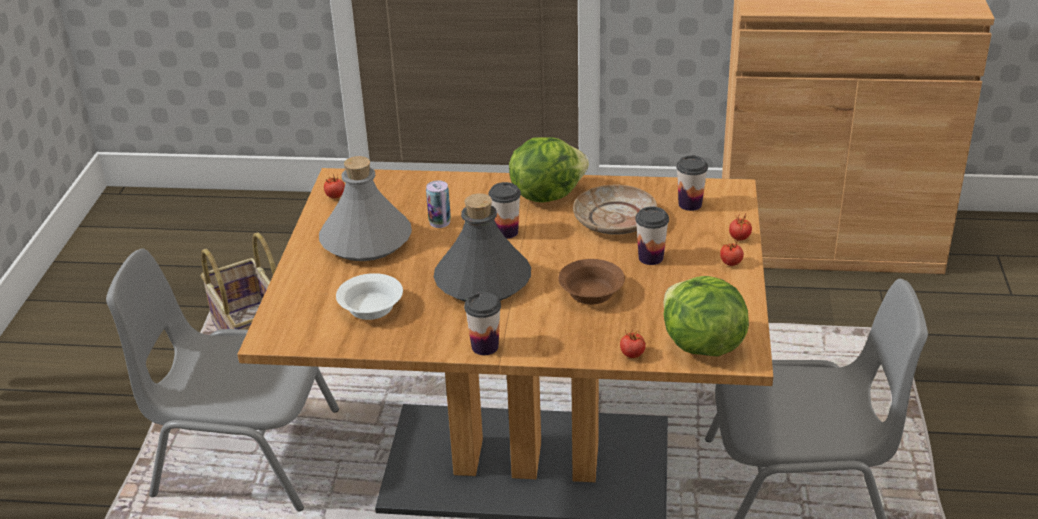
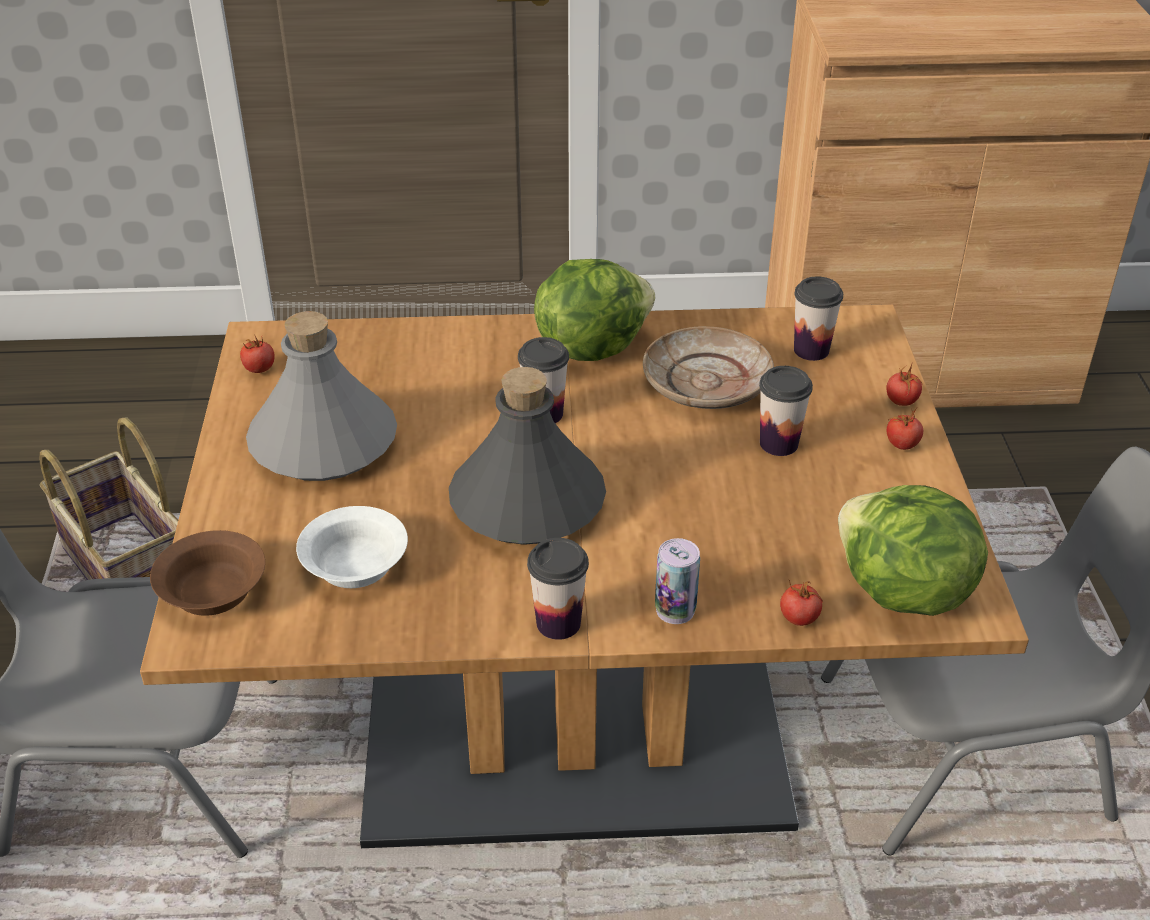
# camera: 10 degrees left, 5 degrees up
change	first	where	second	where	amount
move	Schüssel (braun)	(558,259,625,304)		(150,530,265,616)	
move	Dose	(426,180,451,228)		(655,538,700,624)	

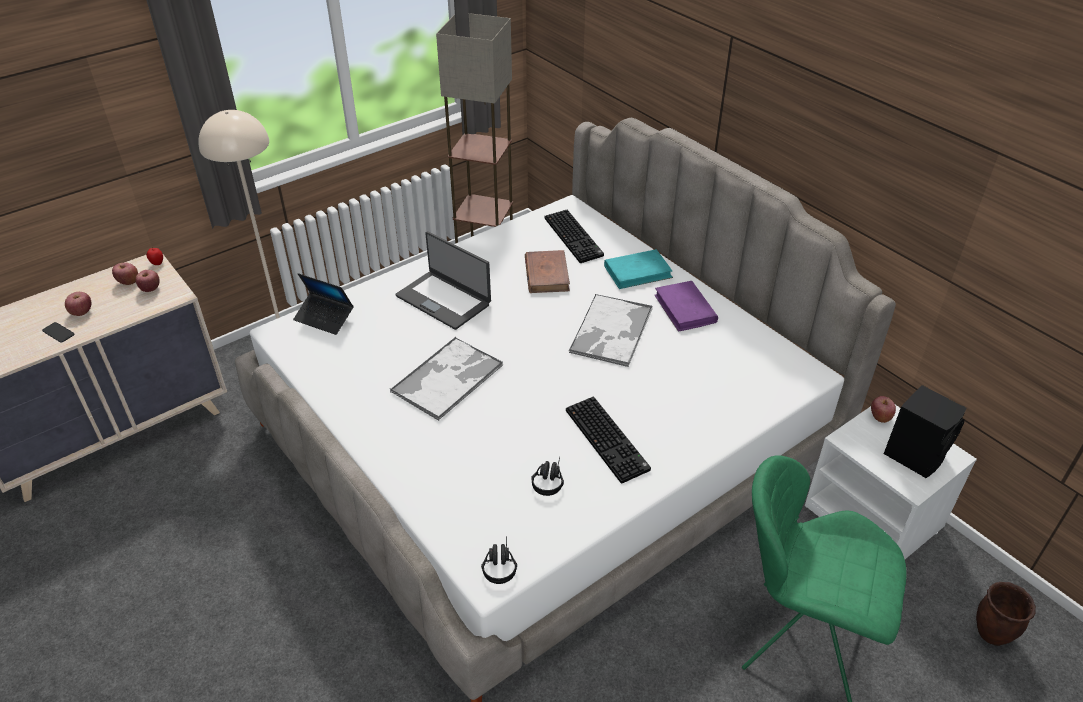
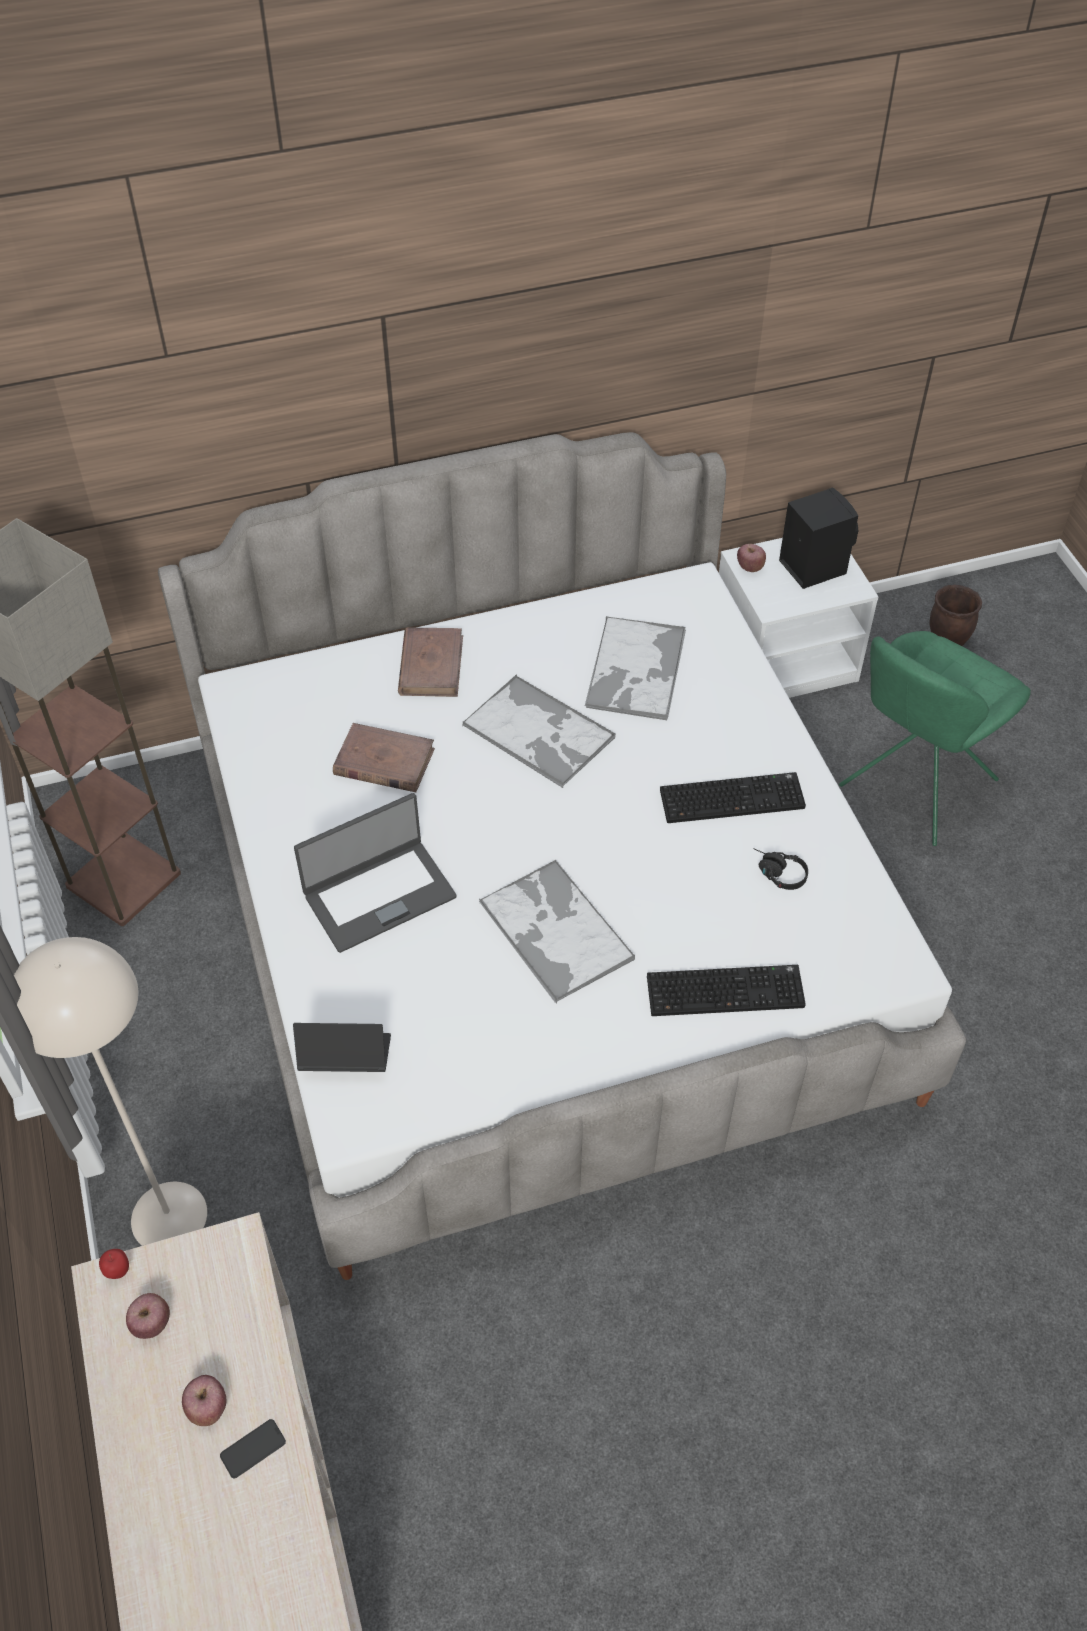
# camera: 70 degrees left, 10 degrees up
change	first	where	second	where	amount
rotate	Laptop	(293,273,354,335)		(293,1023,391,1072)	135 degrees counterclockwise
recolor	Buch (türkis)	(604,249,673,289)	Buch (braun)	(398,628,463,697)	
insert			Tablett	(585,617,686,720)	
move	Tastatur	(544,210,604,263)		(647,965,806,1016)	
delete	Apfel	(136,270,160,292)			
delete	Kopfhörer (schwarz)	(481,536,517,584)			
delete	Buch (lila)	(655,281,718,332)			

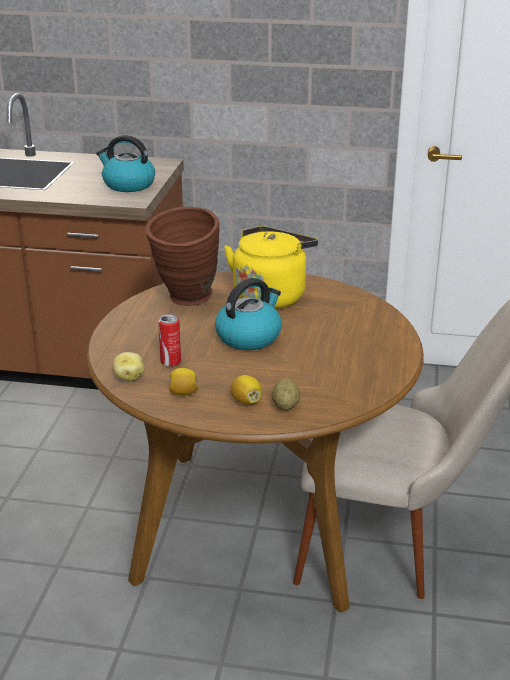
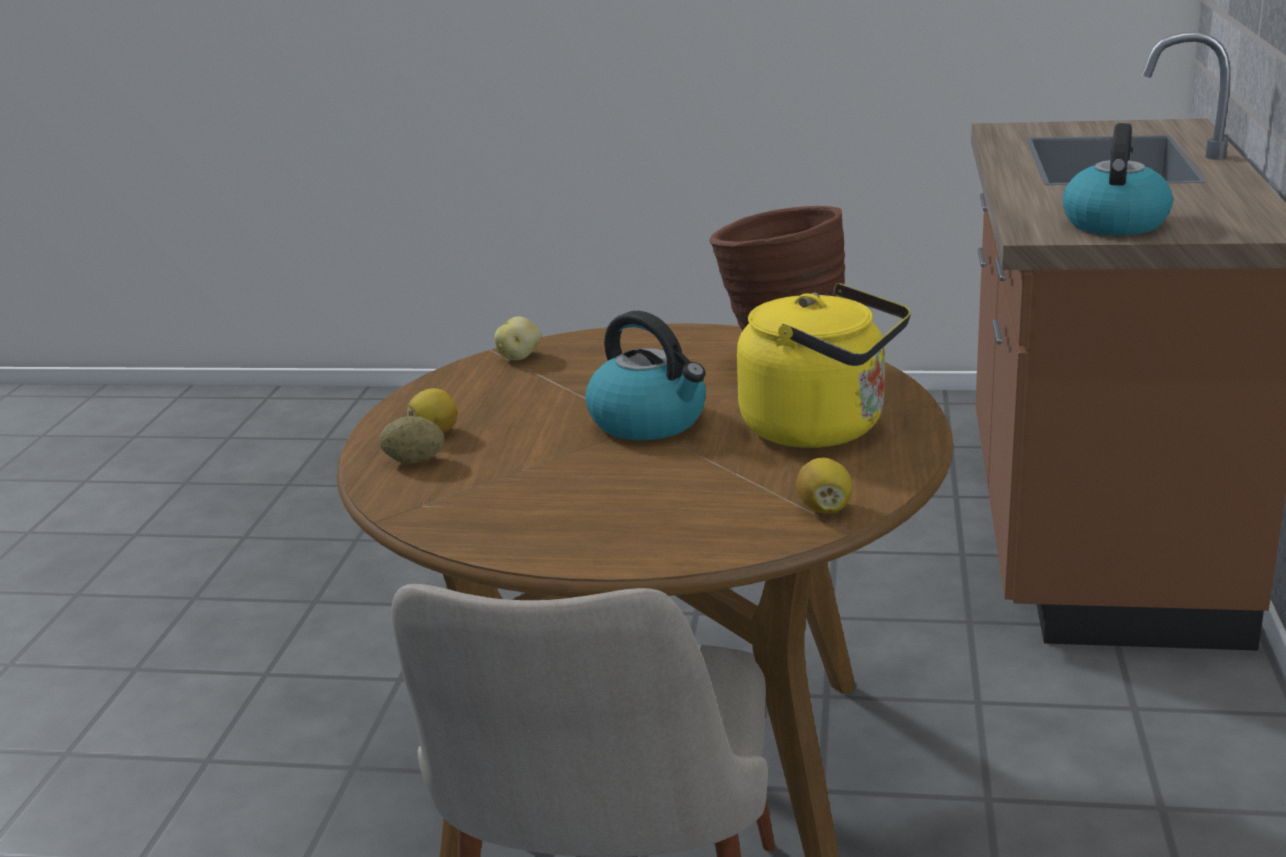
# camera: 90 degrees right, 5 degrees down
change	first	where	second	where	amount
move	Zitrone	(169,368,199,396)		(796,458,853,514)	
delete	Dose	(158,314,181,366)			

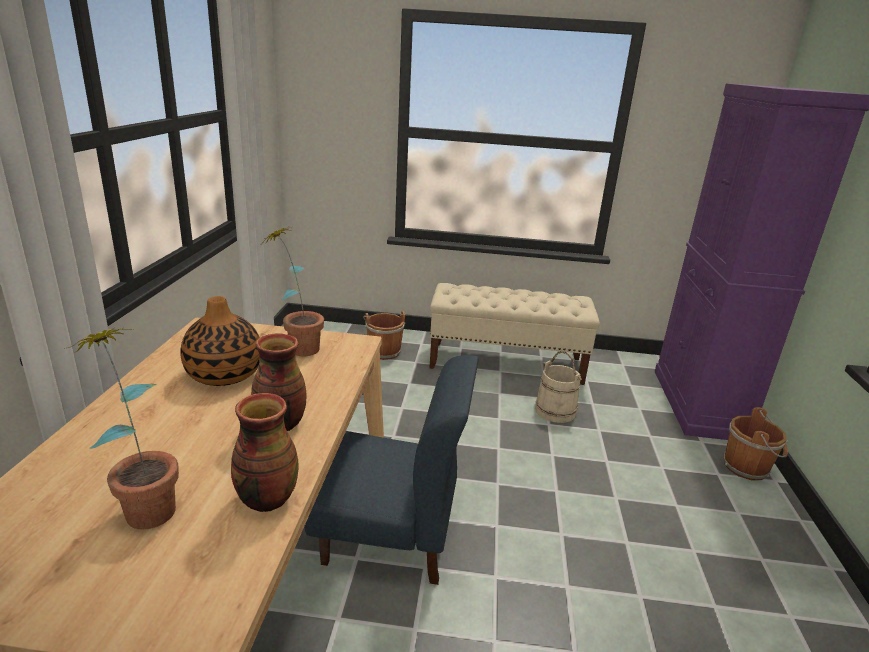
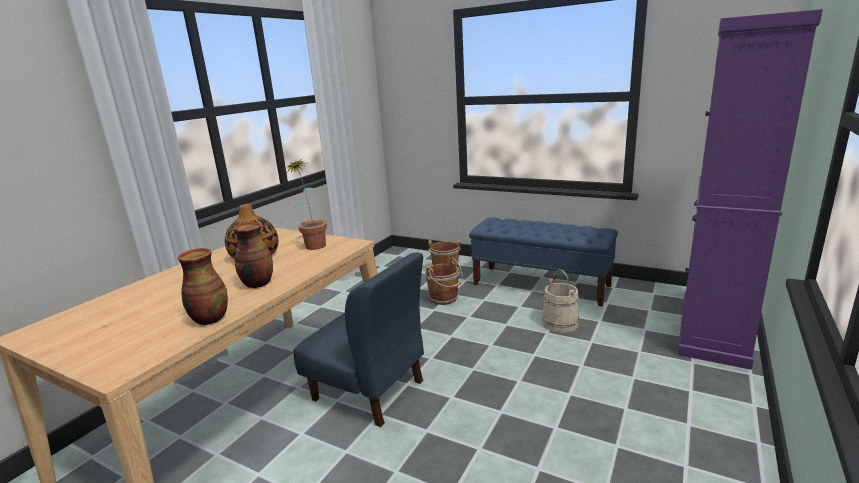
# camera: 25 degrees right, 5 degrees down
change	first	where	second	where	amount
move	Eimer (braun)	(723,407,788,480)		(425,258,463,305)	
recolor	Bank (beige)	(429,283,600,385)	Bank (blau)	(469,217,618,307)	
delete	Topfpflanze	(64,328,179,530)			

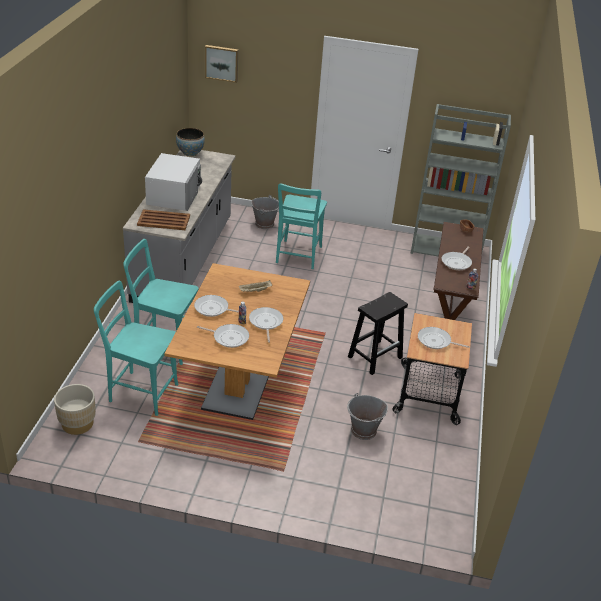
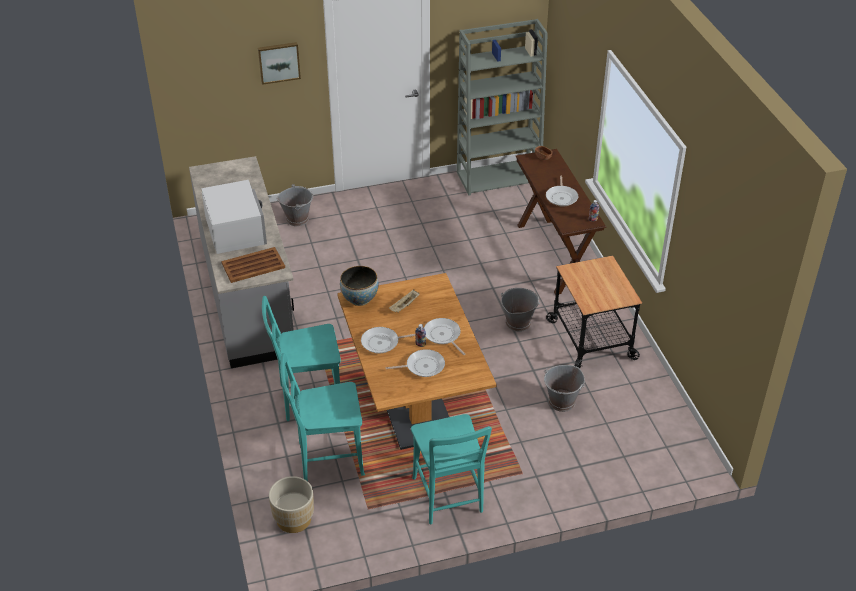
# camera: 25 degrees left, 5 degrees up
change	first	where	second	where	amount
move	Bild	(205,45,238,83)		(258,42,301,85)	
move	Schüssel	(176,128,205,157)		(340,266,379,306)	
move	Stuhl (türkis)	(276,183,327,269)		(411,414,492,524)	
replace	Hocker (schwarz)	(348,292,408,375)	Eimer (grau)	(501,288,540,332)	
delete	Pfanne	(418,327,470,349)			

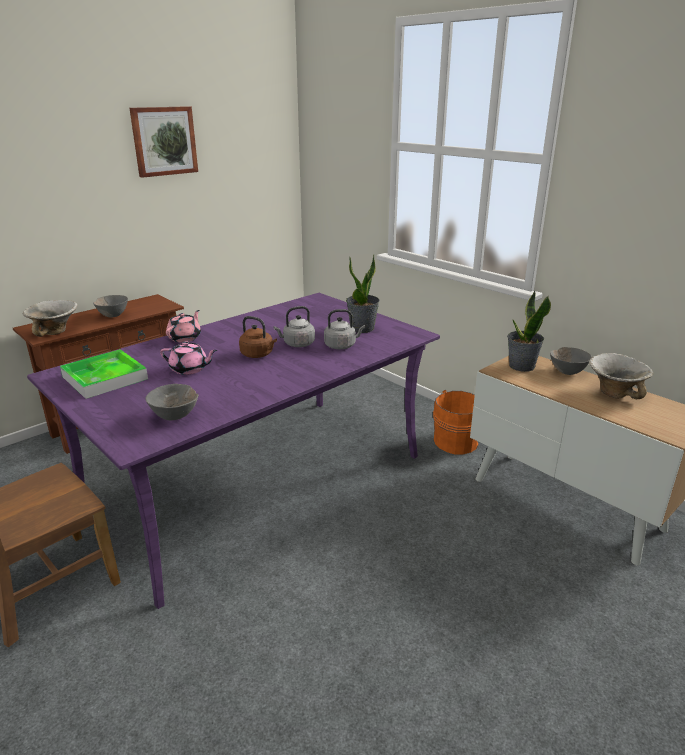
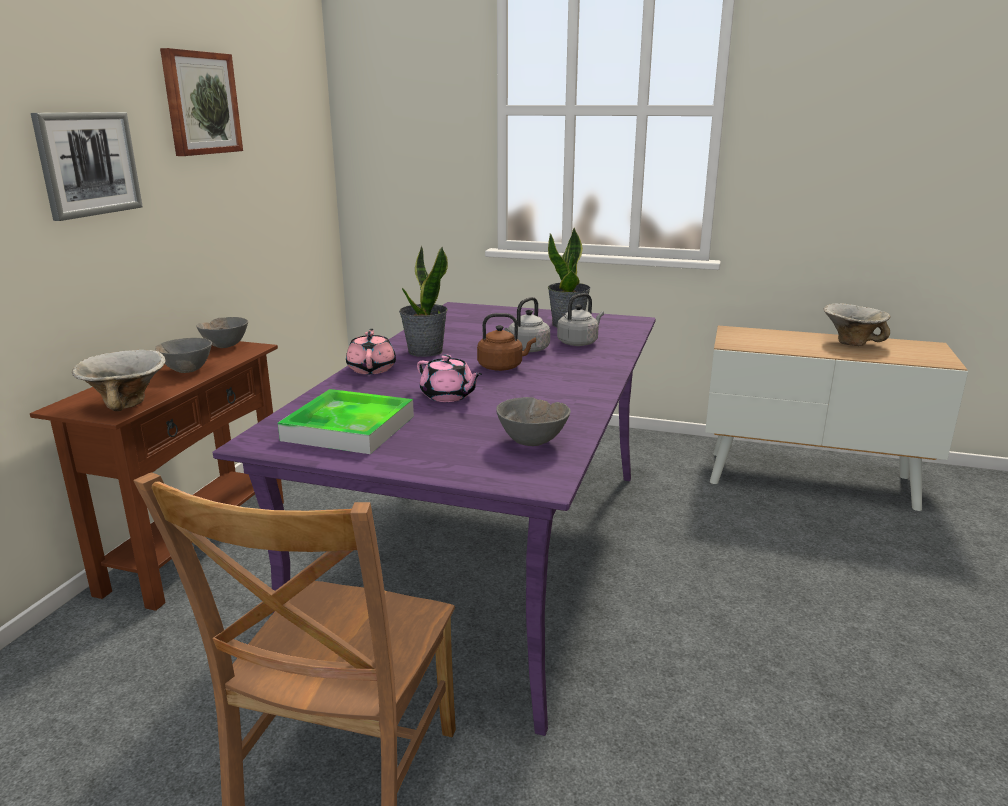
# camera: 30 degrees left, 5 degrees down
change	first	where	second	where	amount
insert			Bild	(31,112,143,221)	
move	Schüssel (grau)	(550,347,592,375)		(197,317,248,348)	
move	Topfpflanze	(507,290,551,372)		(399,246,448,357)	
rotate	Teekanne (rosa)	(160,341,217,375)		(417,355,482,402)	60 degrees clockwise
delete	Eimer (orange)	(433,390,479,455)			

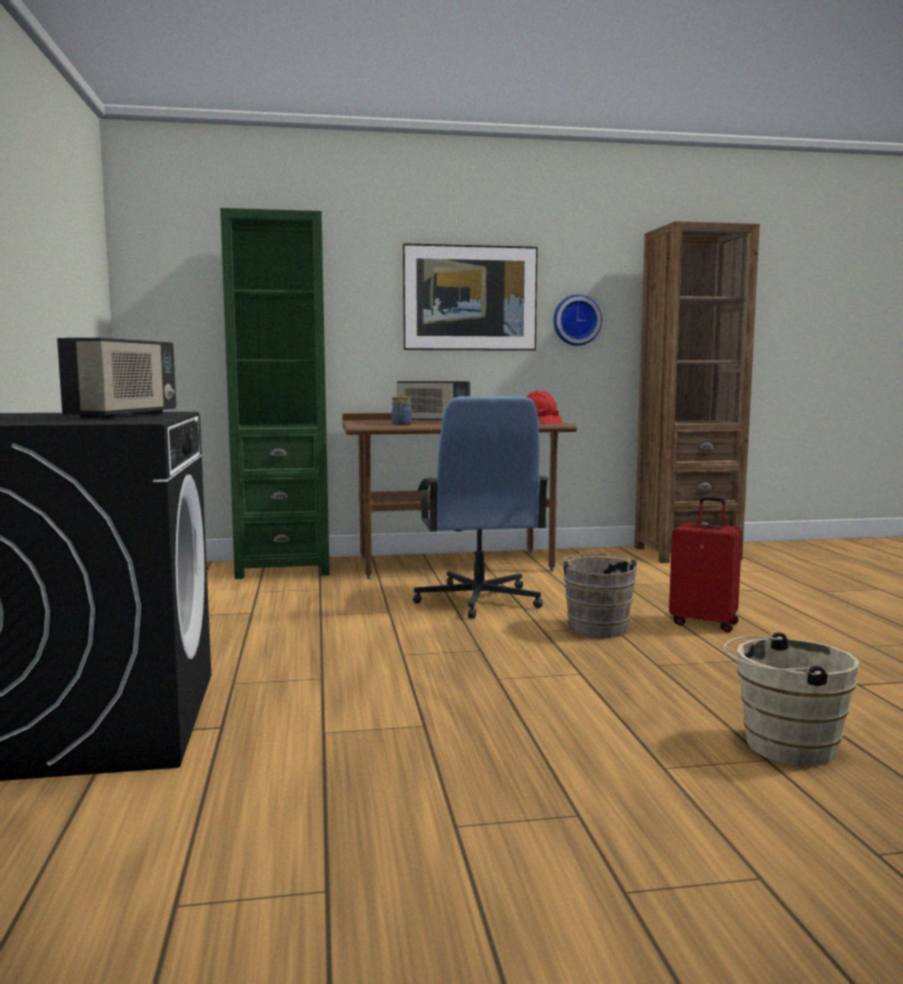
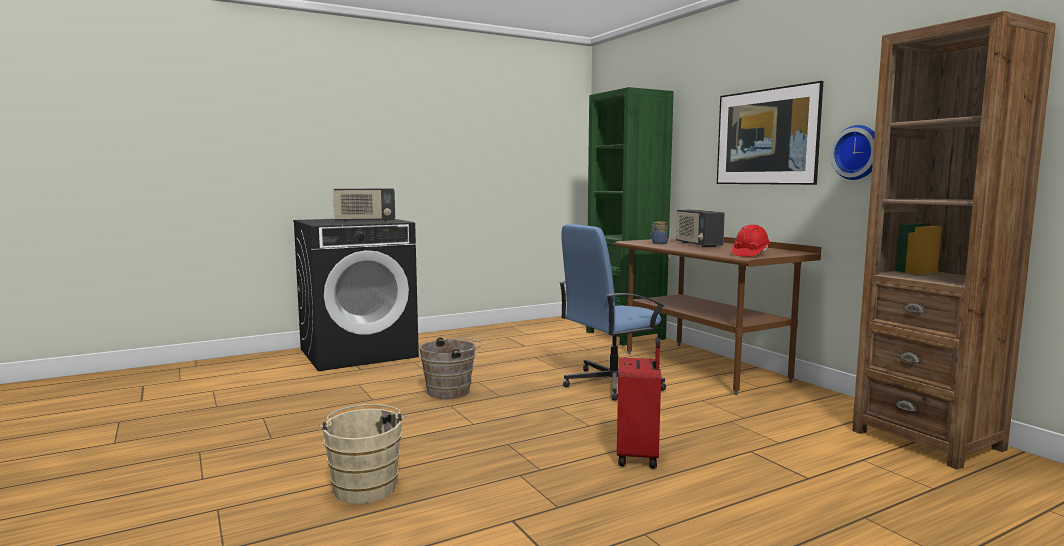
# camera: 70 degrees right, 0 degrees up
change	first	where	second	where	amount
move	Eimer (braun)	(560,553,639,638)		(419,337,482,399)	

